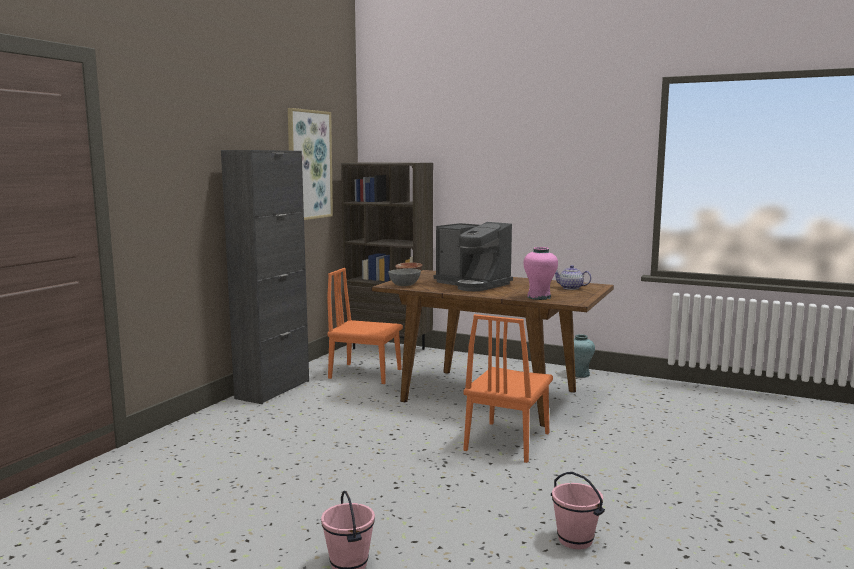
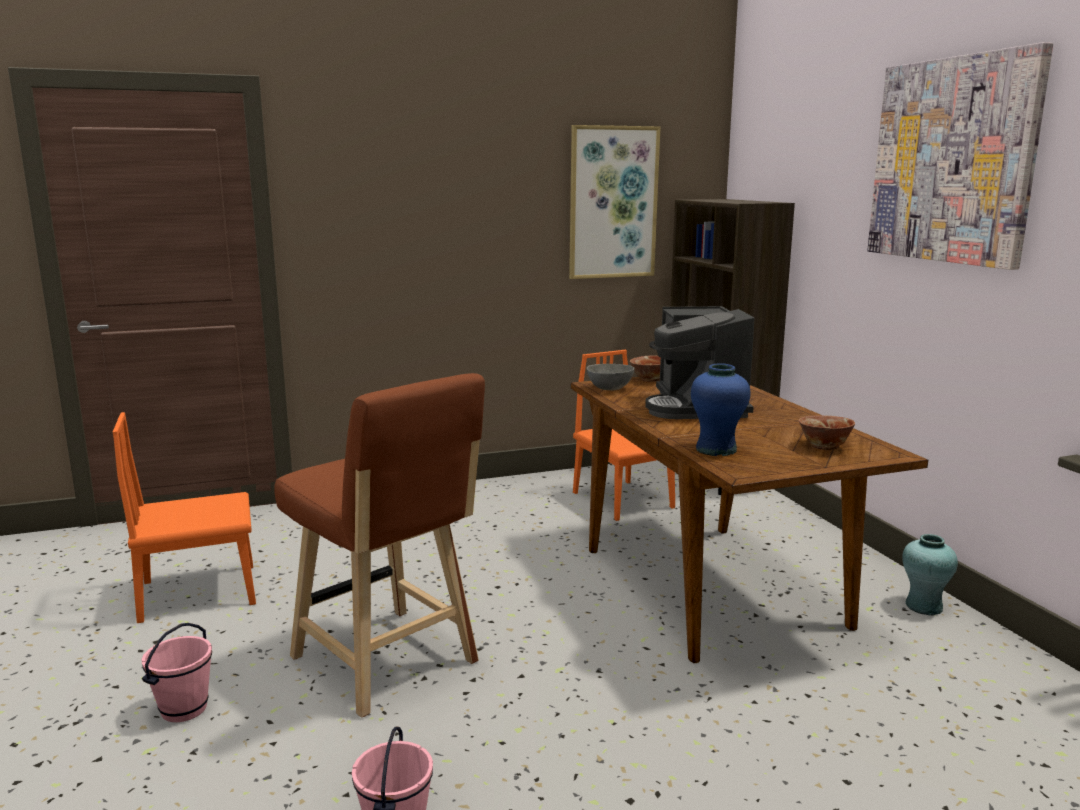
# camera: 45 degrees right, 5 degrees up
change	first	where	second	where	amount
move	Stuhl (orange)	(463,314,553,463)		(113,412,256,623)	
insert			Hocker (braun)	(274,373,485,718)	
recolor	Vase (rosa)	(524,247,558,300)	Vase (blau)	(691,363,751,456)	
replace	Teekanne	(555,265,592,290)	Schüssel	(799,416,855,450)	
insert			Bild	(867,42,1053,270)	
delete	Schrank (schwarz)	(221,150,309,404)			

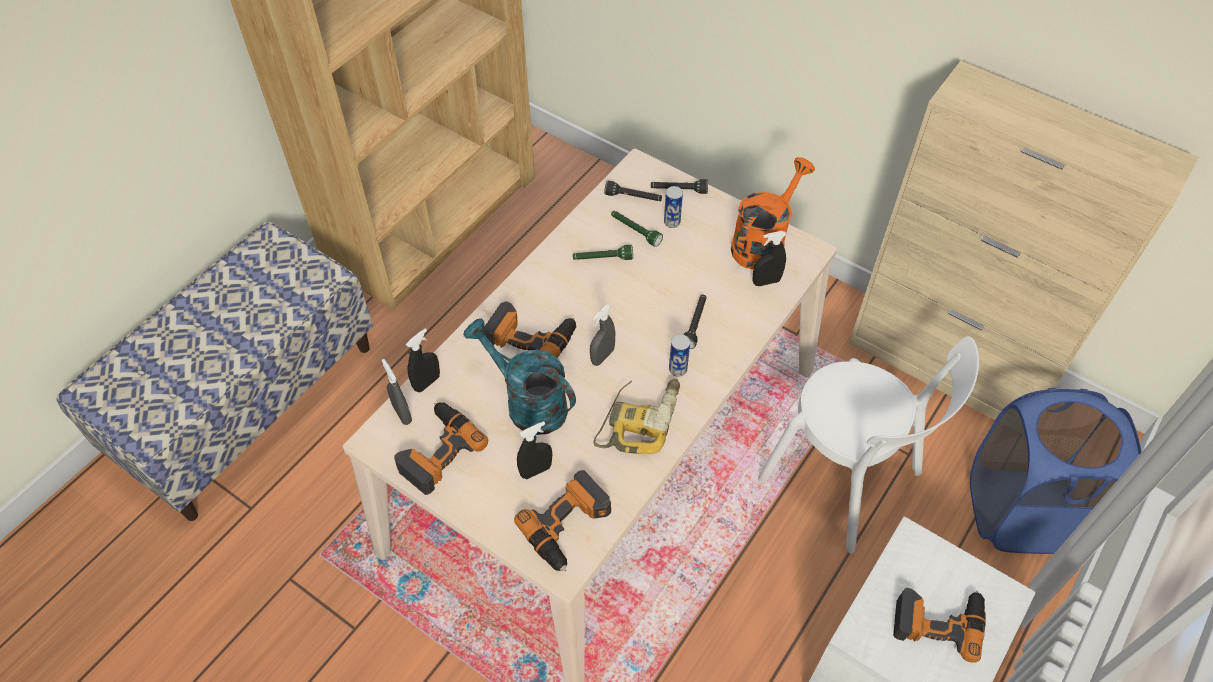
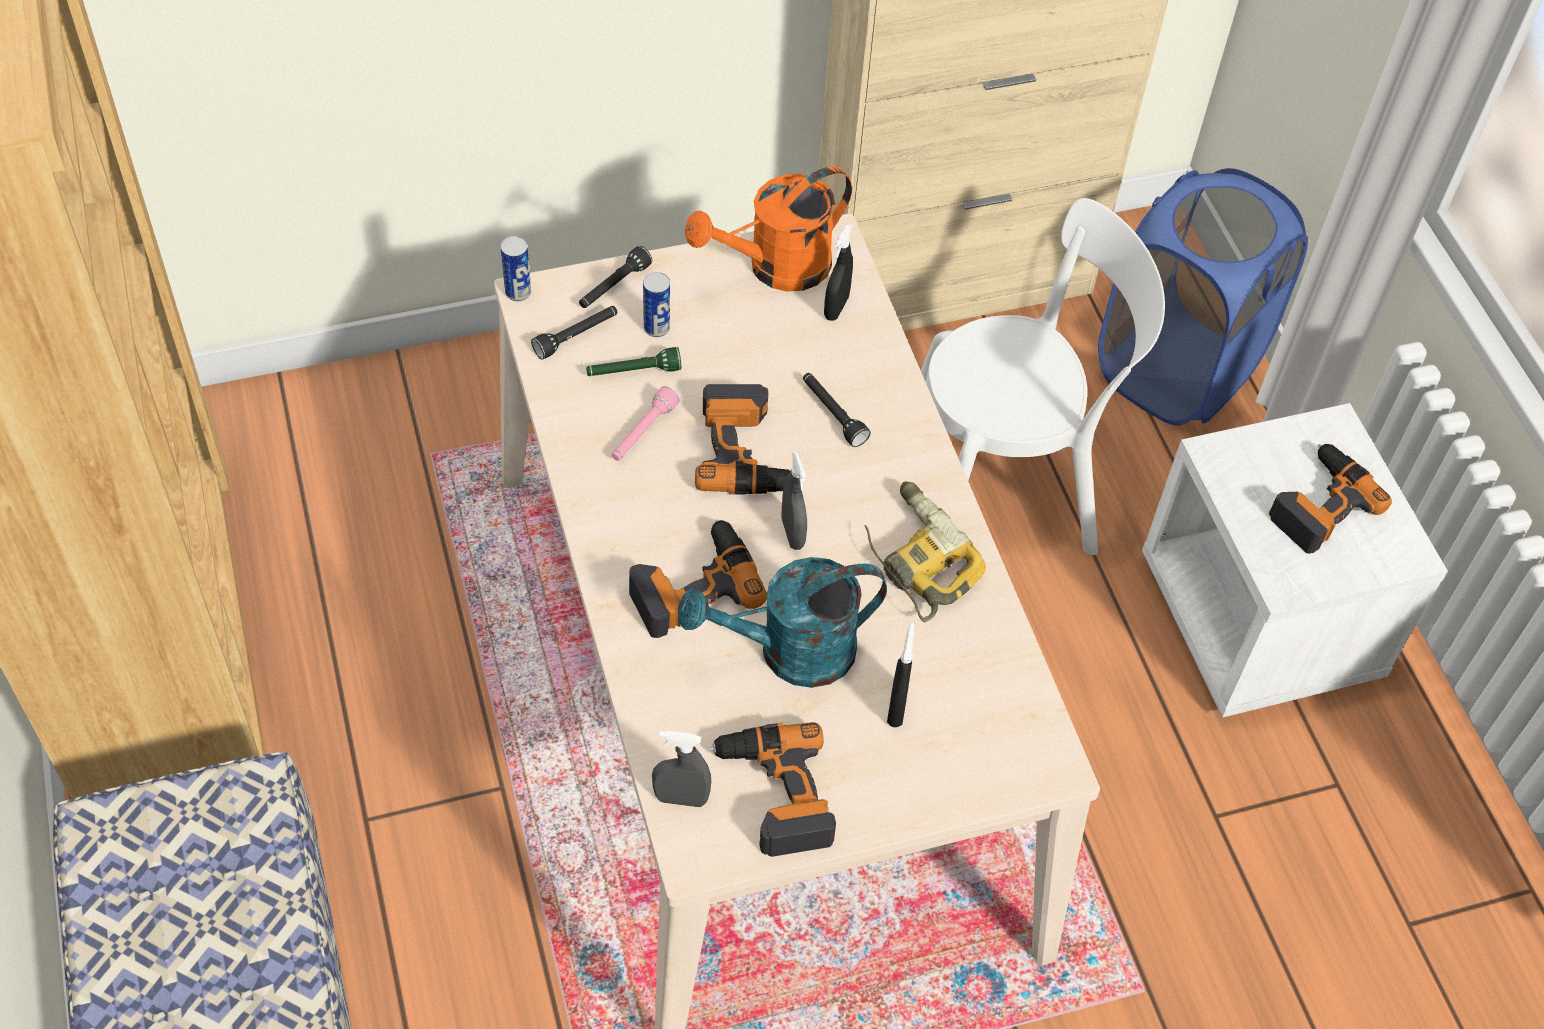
# camera: 55 degrees left, 0 degrees up
change	first	where	second	where	amount
move	Dose	(669,334,690,377)		(501,236,531,301)	
recolor	Taschenlampe (grün)	(573,245,633,260)	Taschenlampe (rosa)	(612,386,680,461)	
rotate	Gießkanne (orange)	(731,157,815,269)		(685,166,852,292)	105 degrees counterclockwise
move	Bohrmaschine	(514,470,611,572)		(695,384,790,495)	
delete	Sprühflasche (schwarz)	(406,328,440,392)			

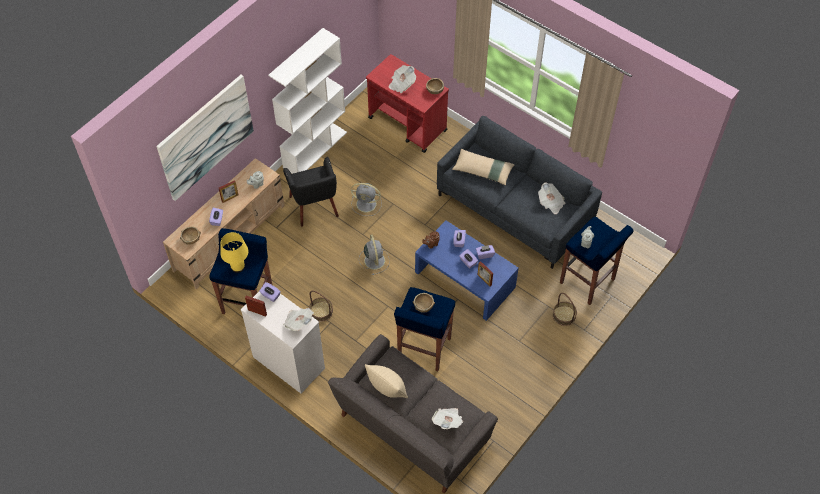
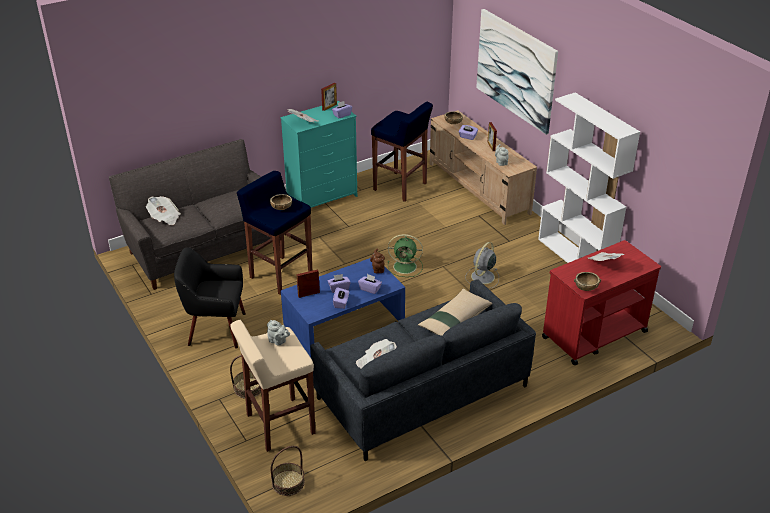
# camera: 110 degrees right, 20 degrees down
change	first	where	second	where	amount
move	Sessel (schwarz)	(283,157,339,227)		(174,247,246,348)	
recolor	Hocker (blau)	(560,217,634,305)	Hocker (beige)	(230,320,315,452)	
move	Korb	(309,290,333,322)		(270,446,305,496)	
recolor	Kommode (weiß)	(241,292,325,393)	Kommode (türkis)	(280,101,357,208)	
recolor	Ventilator (grau)	(359,235,390,275)	Ventilator (grün)	(388,234,423,277)	
delete	Tischlampe (gelb)	(220,232,249,273)			
delete	Kissen (beige)	(365,364,408,398)			

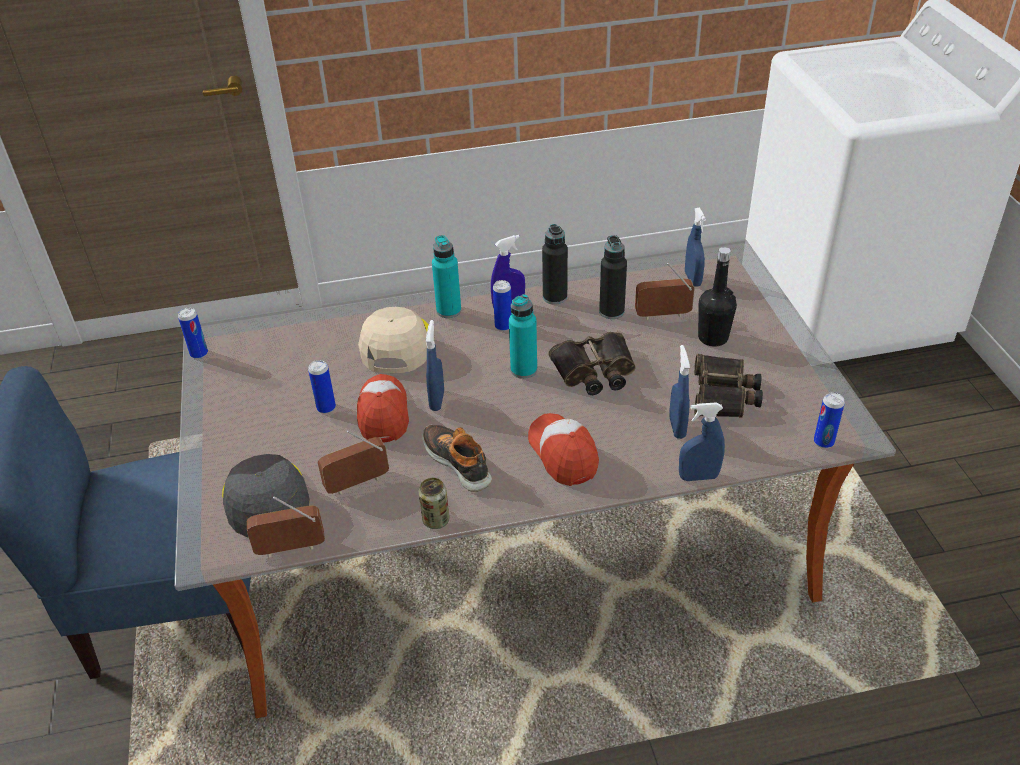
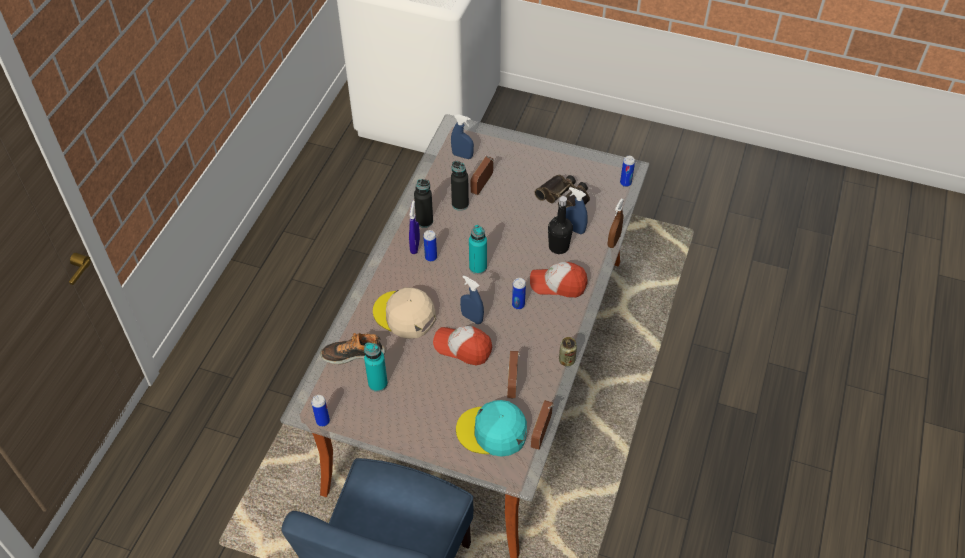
# camera: 60 degrees left, 10 degrees up
change	first	where	second	where	amount
move	Schuh	(422,425,492,492)		(321,333,385,364)	
move	Flasche (türkis)	(432,235,461,318)		(364,343,388,392)	
recolor	Kappe (grau)	(222,454,310,538)	Kappe (türkis)	(456,400,527,457)	
move	Dose	(308,360,336,414)		(512,278,526,309)	
move	Flasche (schwarz)	(698,247,737,347)		(548,196,573,254)	
recolor	Sprühflasche (blau)	(679,402,725,481)	Sprühflasche (braun)	(608,198,624,248)	
delete	Fernglas	(549,332,636,395)			

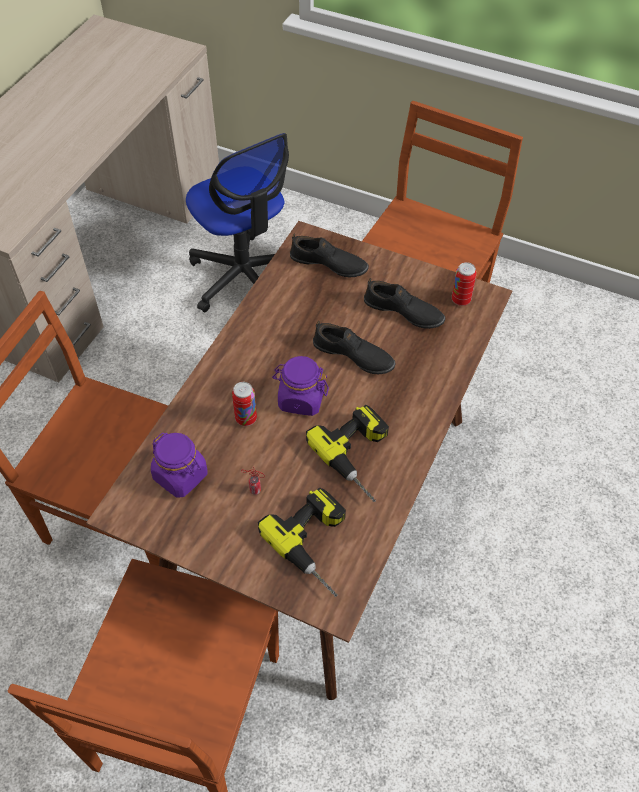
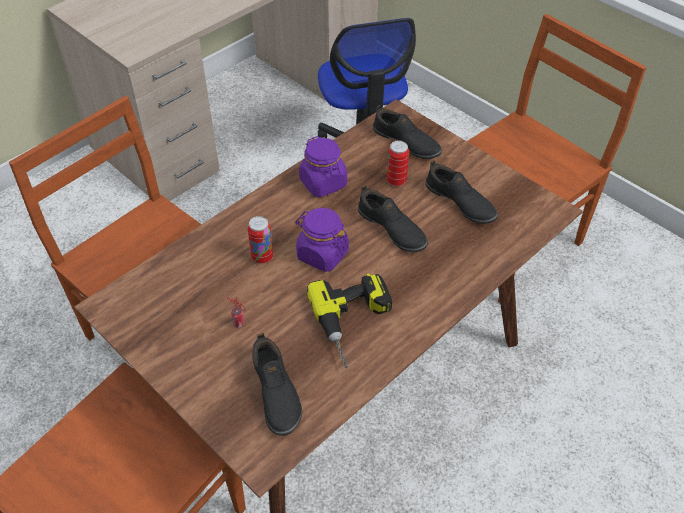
# camera: 20 degrees right, 5 degrees down
change	first	where	second	where	amount
replace	Bohrmaschine	(258,488,346,597)	Schuh (schwarz)	(252,333,302,436)	
move	Vorratsglas (lila)	(151,433,207,498)		(299,136,347,197)	
move	Dose	(452,262,476,306)		(387,140,409,186)	

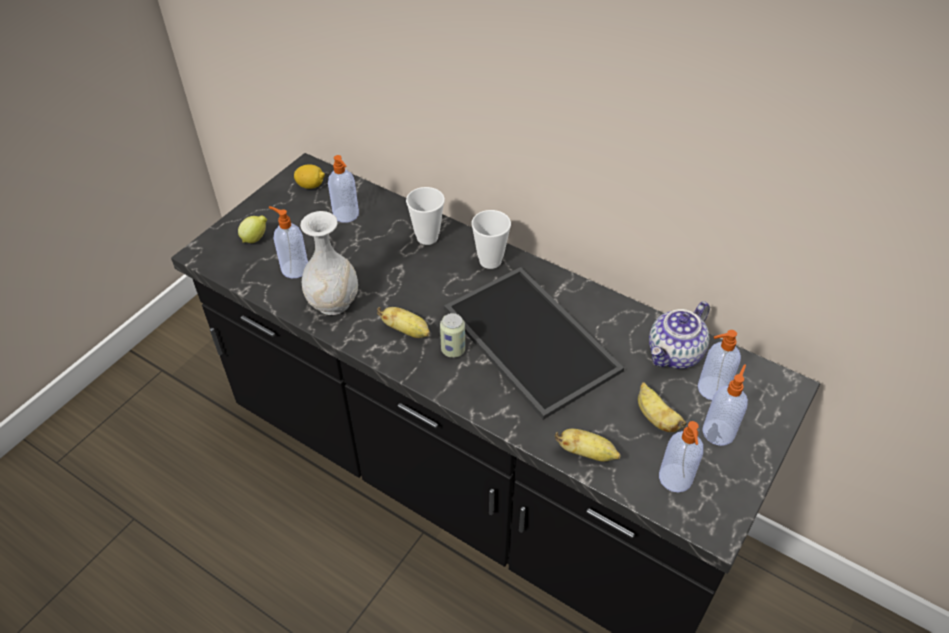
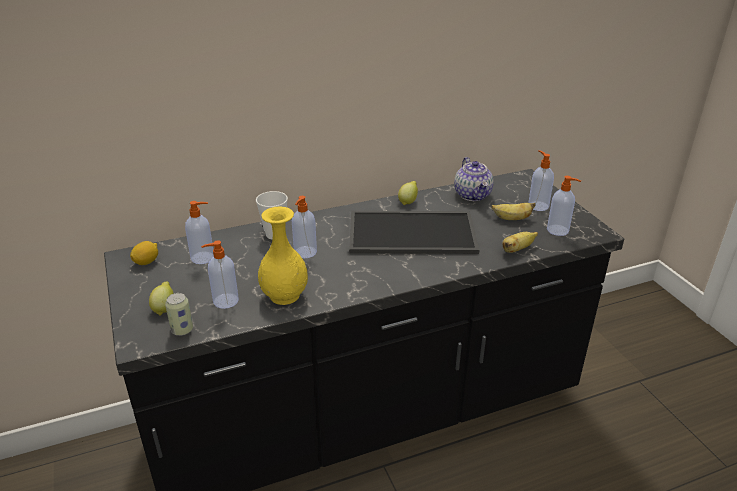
# camera: 55 degrees left, 15 degrees down
change	first	where	second	where	amount
move	Dose	(440,313,465,358)		(165,293,193,336)	
recolor	Vase (weiß)	(300,211,358,315)	Vase (gelb)	(258,207,308,305)	
move	Seifenspender	(698,330,741,400)		(292,196,317,258)	
insert			Zitrone	(398,181,418,205)	
delete	Banane	(377,307,430,338)			
delete	Tasse	(471,210,511,269)			

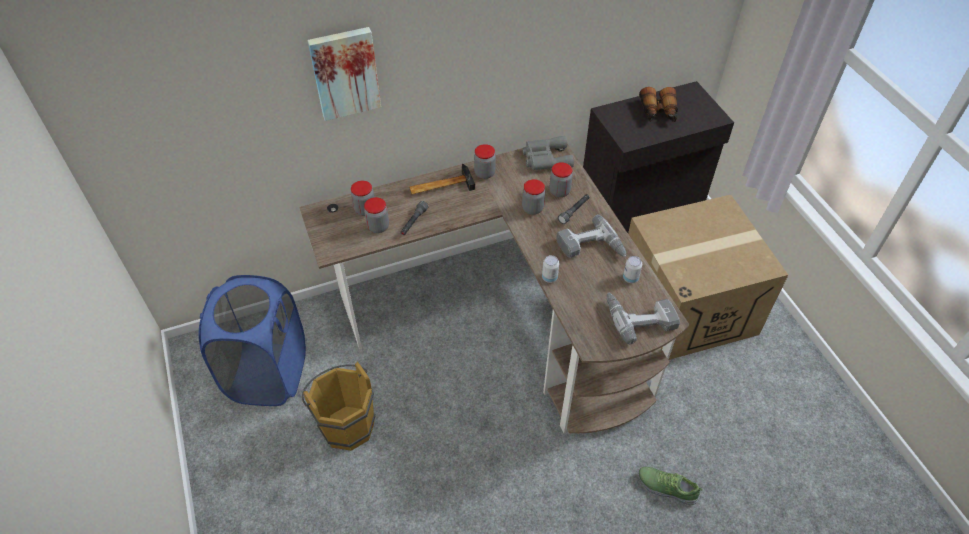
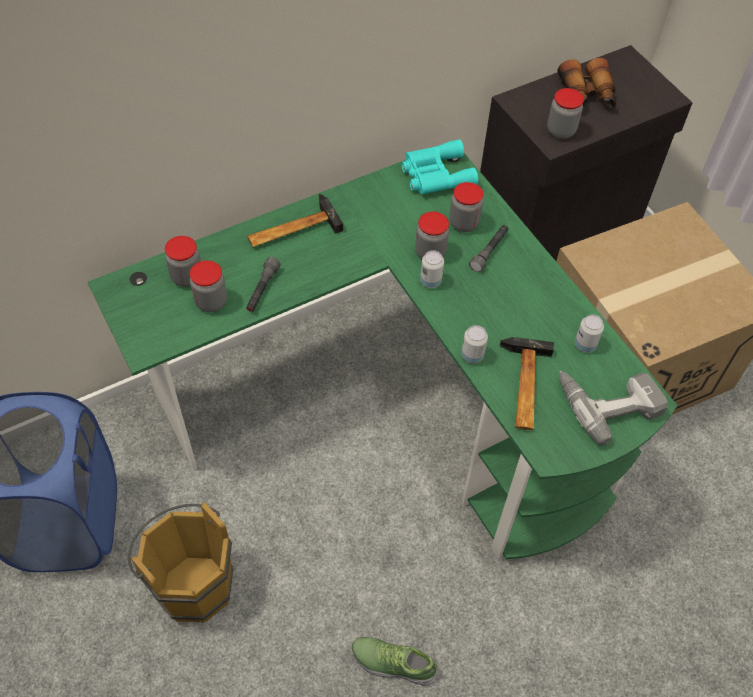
# camera: 10 degrees left, 5 degrees up
change	first	where	second	where	amount
recolor	Schreibtisch (braun)	(299,144,689,434)	Schreibtisch (grün)	(88,153,677,560)	
move	Schuh	(638,467,703,505)		(352,637,438,686)	
recolor	Fernglas (grau)	(523,136,574,170)	Fernglas (türkis)	(402,139,478,194)	
insert			Dose	(420,250,444,288)	
insert			Hammer	(500,337,554,430)	
move	Vorratsglas	(474,144,496,179)		(547,88,584,139)	
delete	Bild	(307,27,381,121)			
delete	Bohrmaschine	(556,215,627,258)			

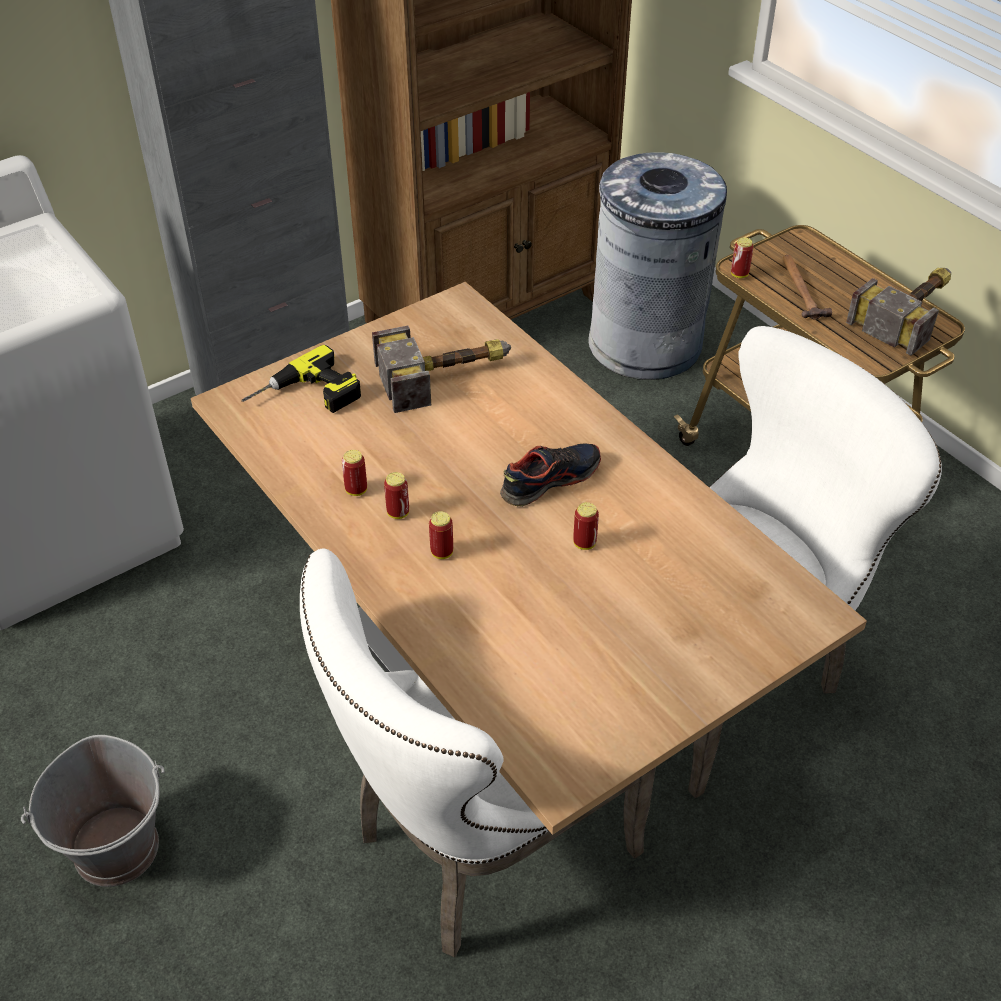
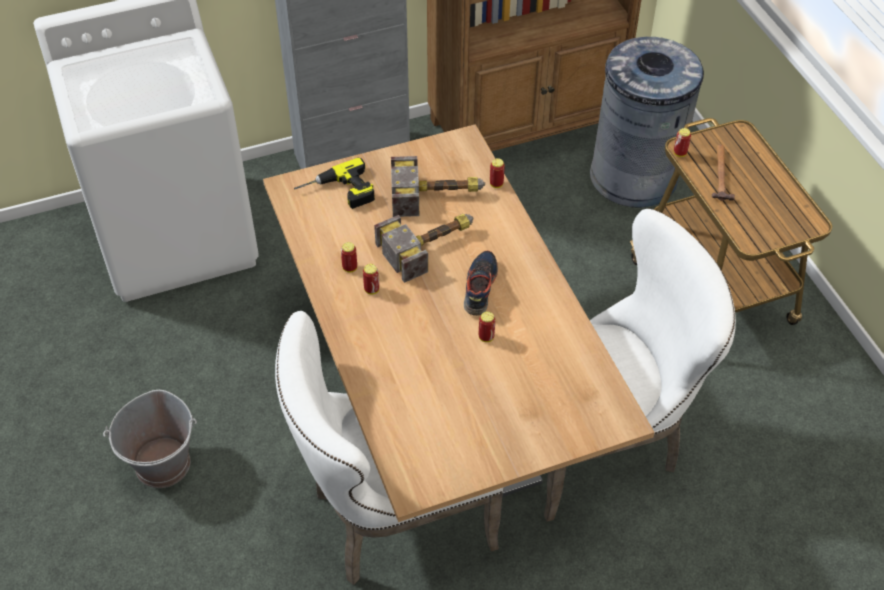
# camera: 15 degrees right, 5 degrees up
change	first	where	second	where	amount
move	Hammer	(846,268,951,356)		(374,214,474,283)	
rotate	Schuh	(500,443,601,507)		(464,251,498,316)	60 degrees counterclockwise
move	Dose	(429,511,453,559)		(490,158,505,188)	

